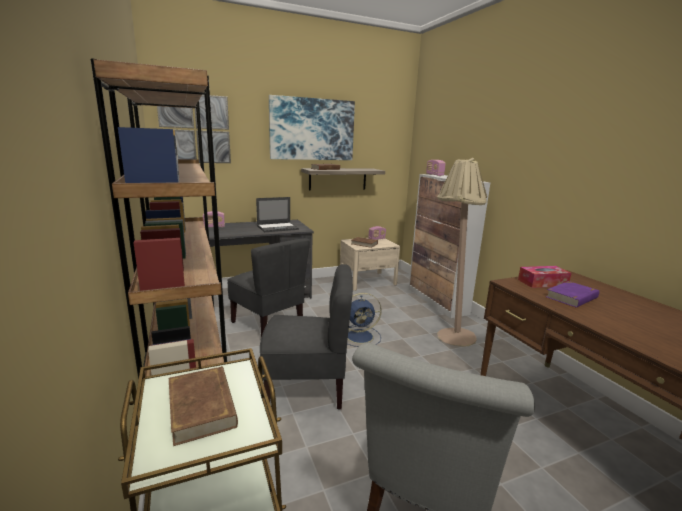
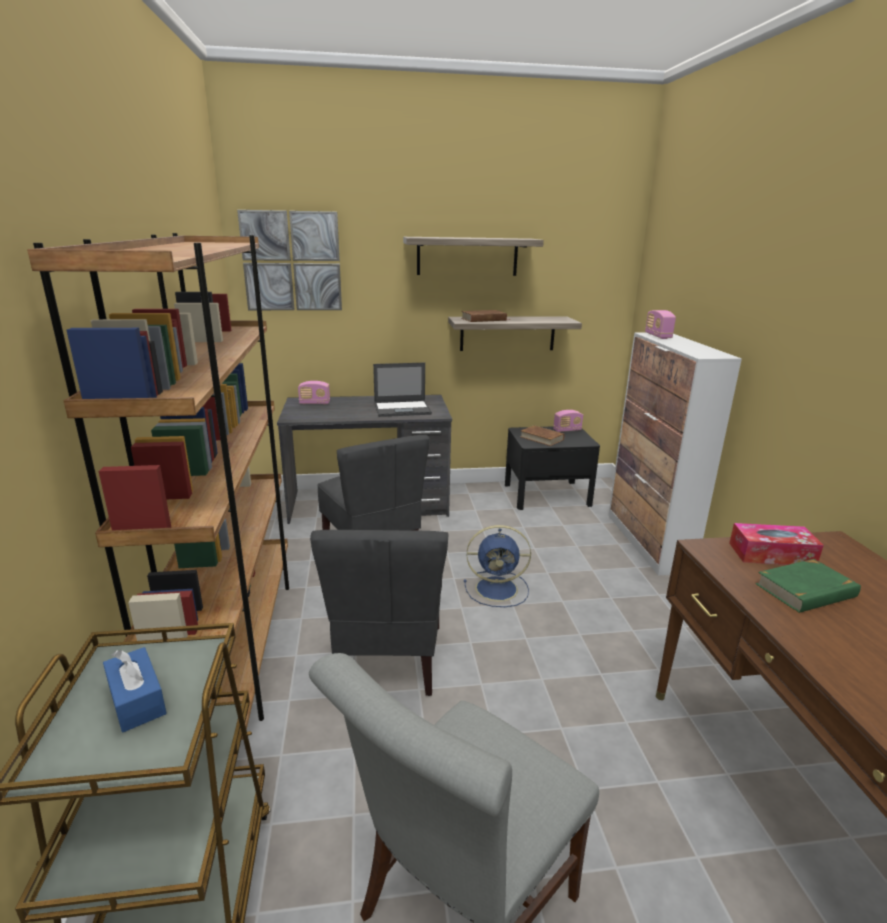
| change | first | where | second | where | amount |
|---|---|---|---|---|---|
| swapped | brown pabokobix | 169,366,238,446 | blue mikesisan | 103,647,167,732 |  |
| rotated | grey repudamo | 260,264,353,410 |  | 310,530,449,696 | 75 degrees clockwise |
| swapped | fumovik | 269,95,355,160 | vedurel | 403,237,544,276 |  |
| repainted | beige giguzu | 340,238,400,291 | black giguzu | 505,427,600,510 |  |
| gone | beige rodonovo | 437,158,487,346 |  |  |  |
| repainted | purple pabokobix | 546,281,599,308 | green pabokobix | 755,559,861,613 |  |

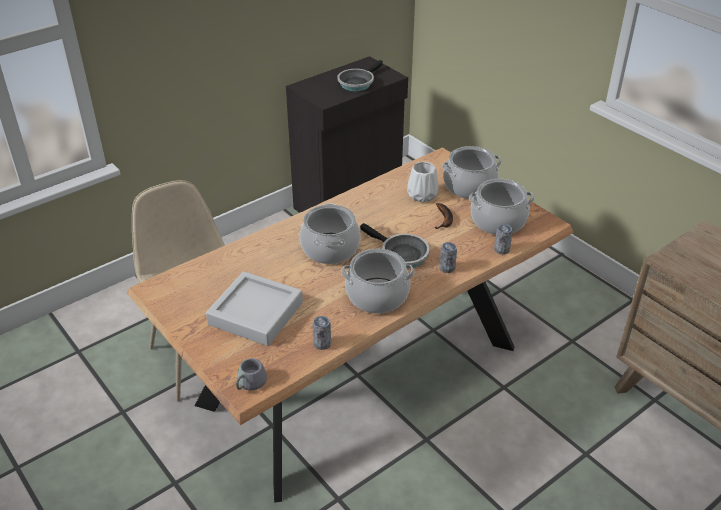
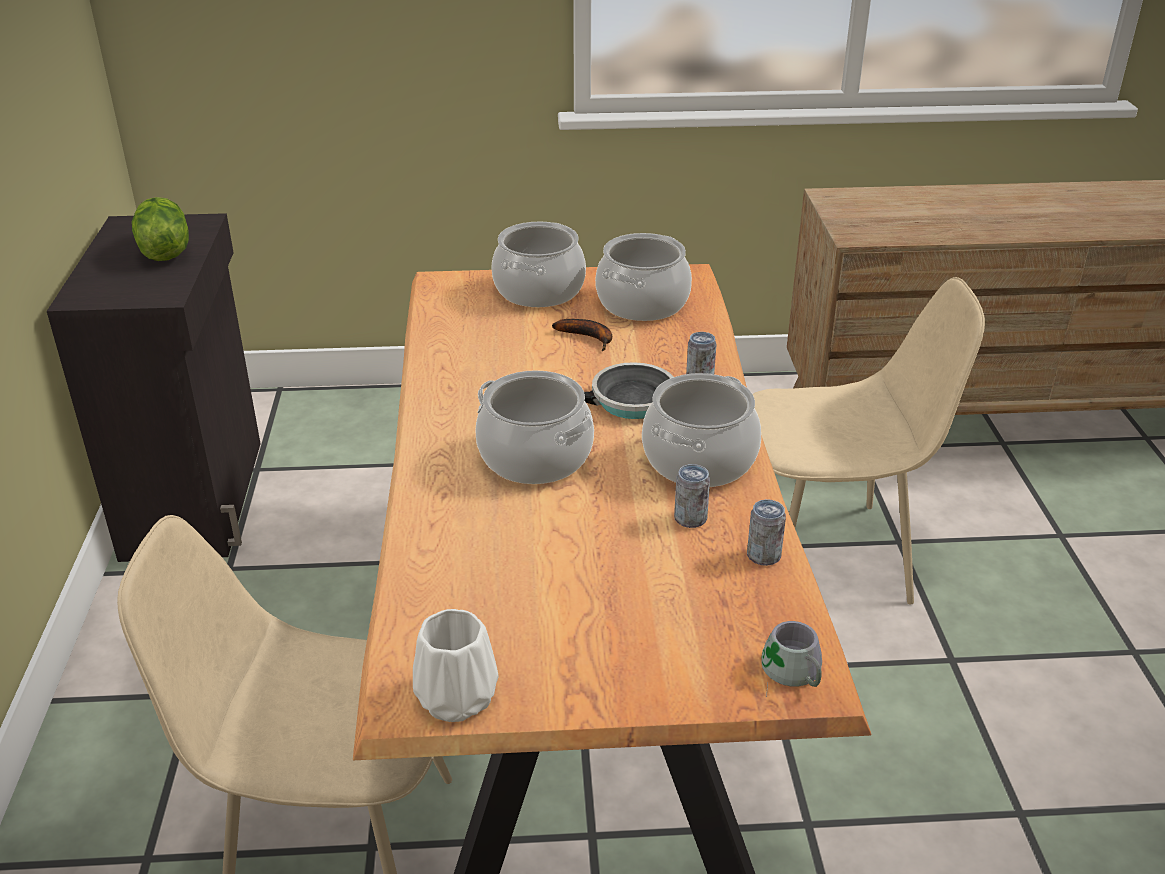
| change | first | where | second | where | amount |
|---|---|---|---|---|---|
| gone | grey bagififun | 206,271,303,346 |  |  |  |
| swapped | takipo | 337,60,383,91 | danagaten | 132,197,189,261 |  |
| shifted | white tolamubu | 407,162,439,202 |  | 413,609,499,722 |  |
| shifted | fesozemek | 494,224,512,254 |  | 674,464,710,528 |  |
| new |  |  | beige repudamo | 753,277,985,605 |  |

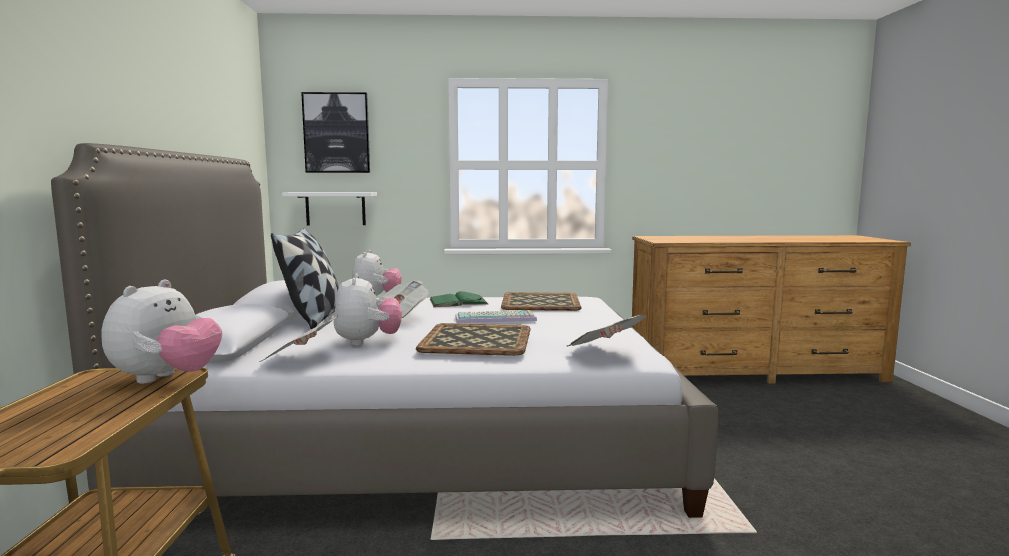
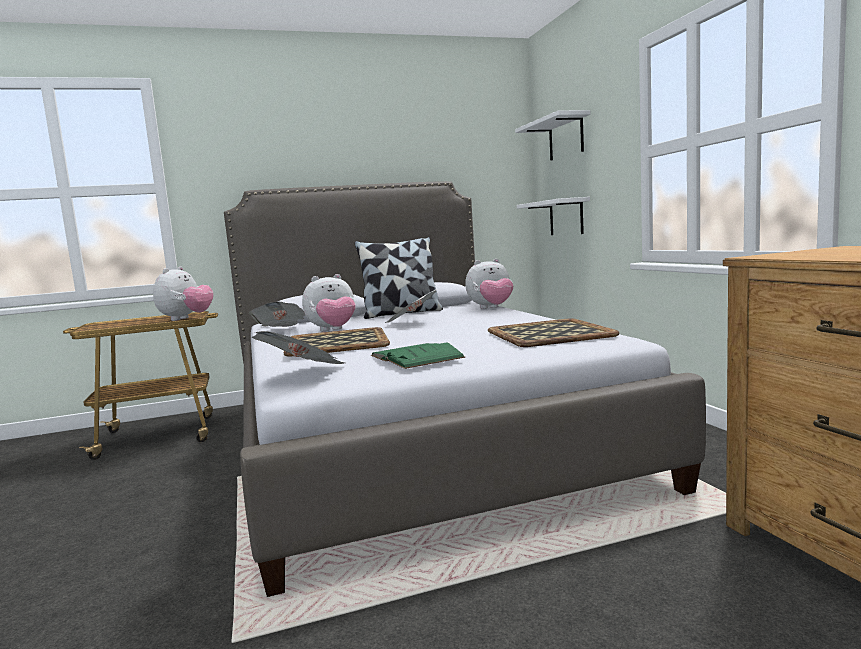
| change | first | where | second | where | amount |
|---|---|---|---|---|---|
| rotated | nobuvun | 102,280,222,384 |  | 153,266,214,321 | 75 degrees counterclockwise |
| swapped | fumovik | 301,92,370,173 | white vedurel | 515,110,591,161 |  |
| shifted | green pabokobix | 430,291,488,307 |  | 371,343,465,369 |  |
| gone | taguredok | 455,310,537,323 |  |  |  |

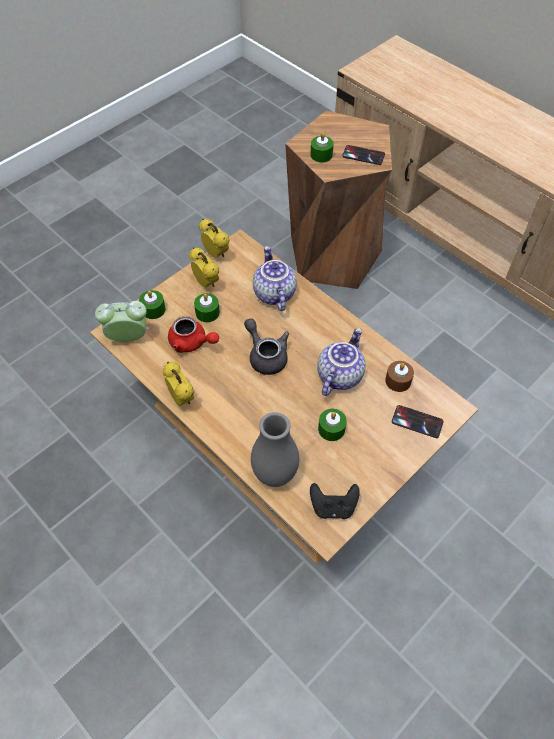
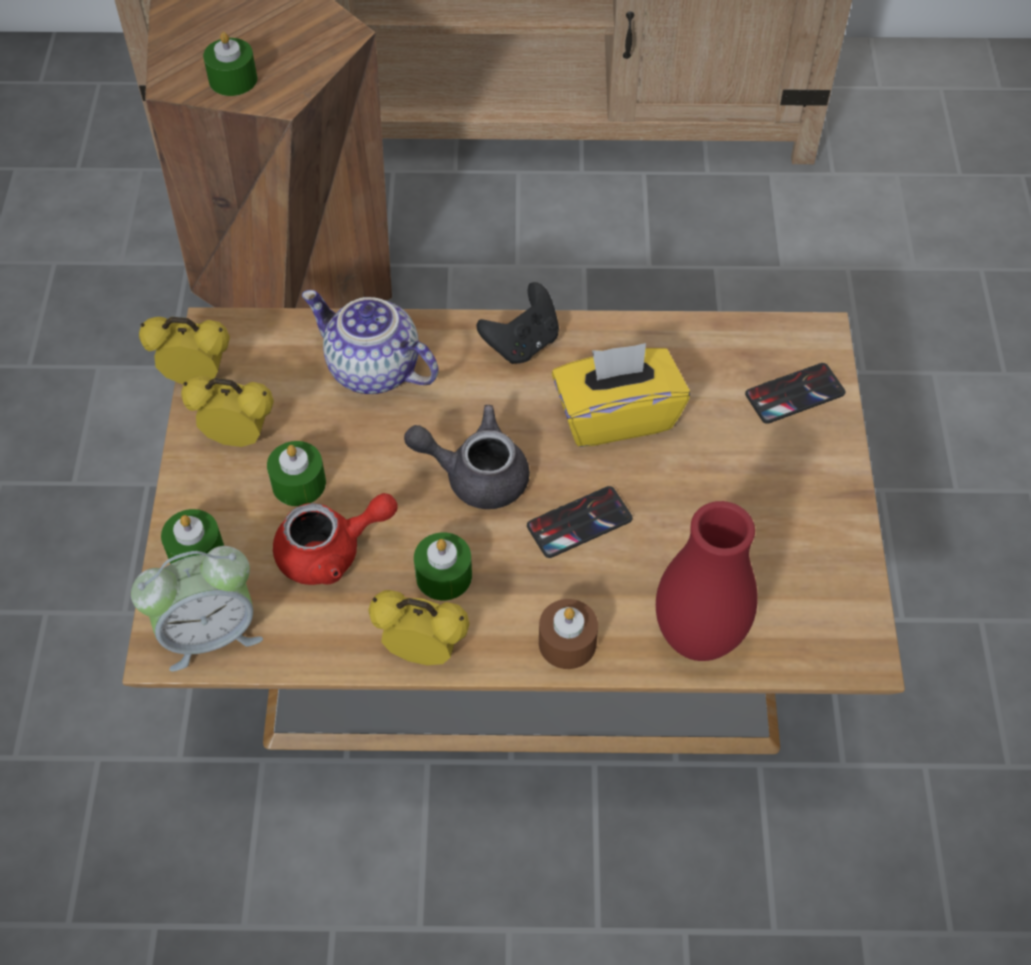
| change | first | where | second | where | amount |
|---|---|---|---|---|---|
| rotated | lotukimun | 95,301,149,342 |  | 131,546,263,671 | 150 degrees counterclockwise |
| repainted | grey tolamubu | 251,412,299,487 | red tolamubu | 656,501,758,661 |  |
| shifted | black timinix | 310,483,360,519 |  | 476,282,559,364 |  |
| swapped | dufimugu | 317,328,366,396 | yellow mikesisan | 552,343,690,447 |  |
| shifted | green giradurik | 318,409,347,441 |  | 414,532,472,601 |  |
| shifted | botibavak | 342,145,385,165 |  | 527,486,633,558 |  |
| shifted | brown giradurik | 385,361,414,392 |  | 539,599,598,669 |  |

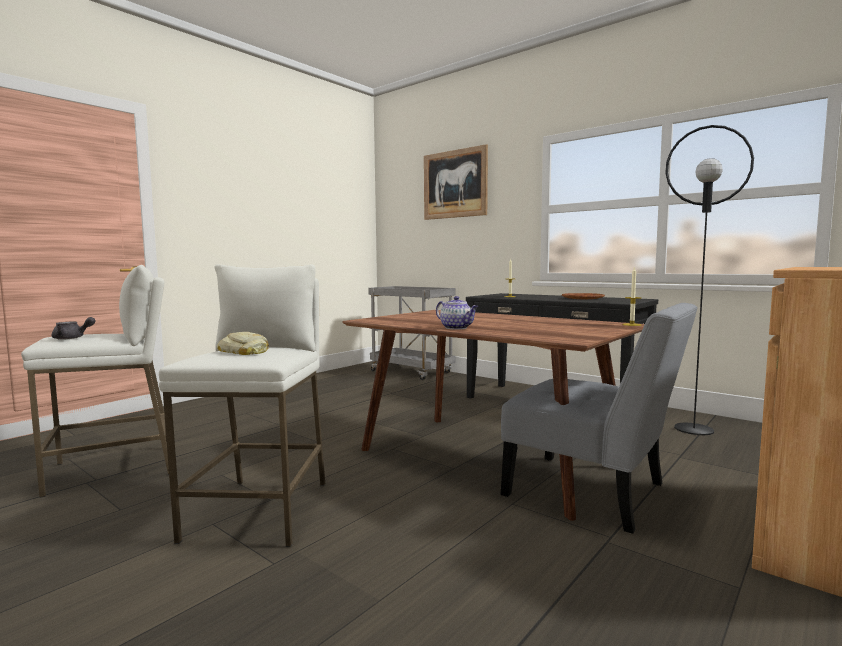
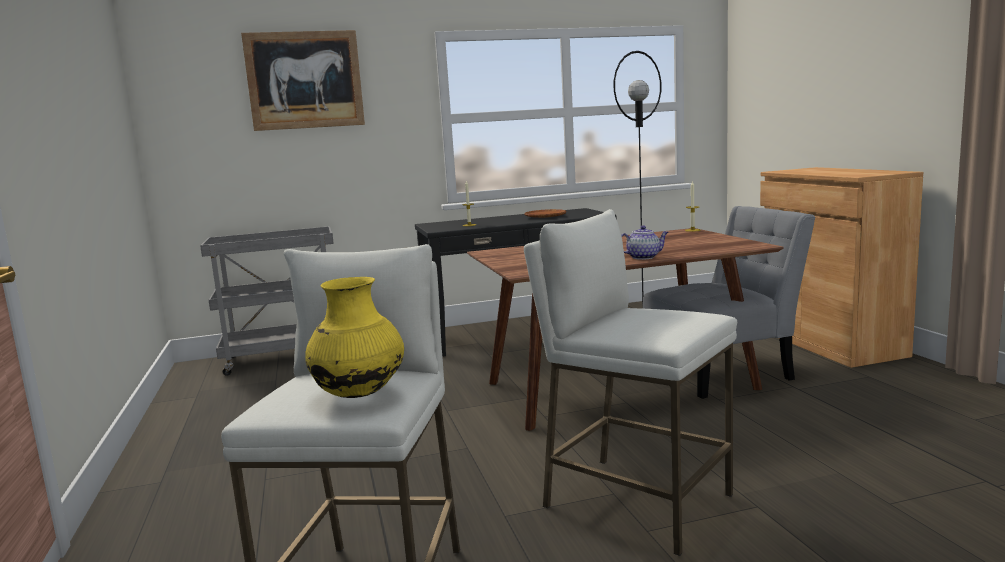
| change | first | where | second | where | amount |
|---|---|---|---|---|---|
| swapped | grey dufimugu | 52,317,96,340 | yellow tolamubu | 305,277,404,398 |  |
| gone | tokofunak | 217,332,269,355 |  |  |  |

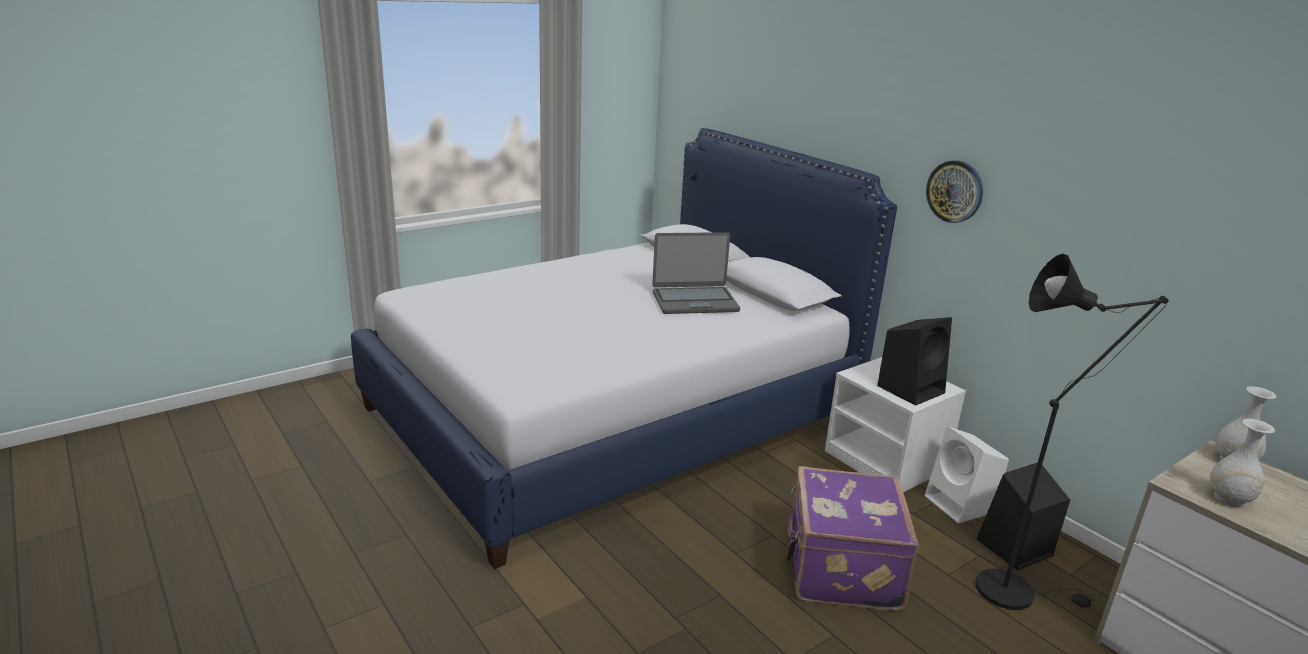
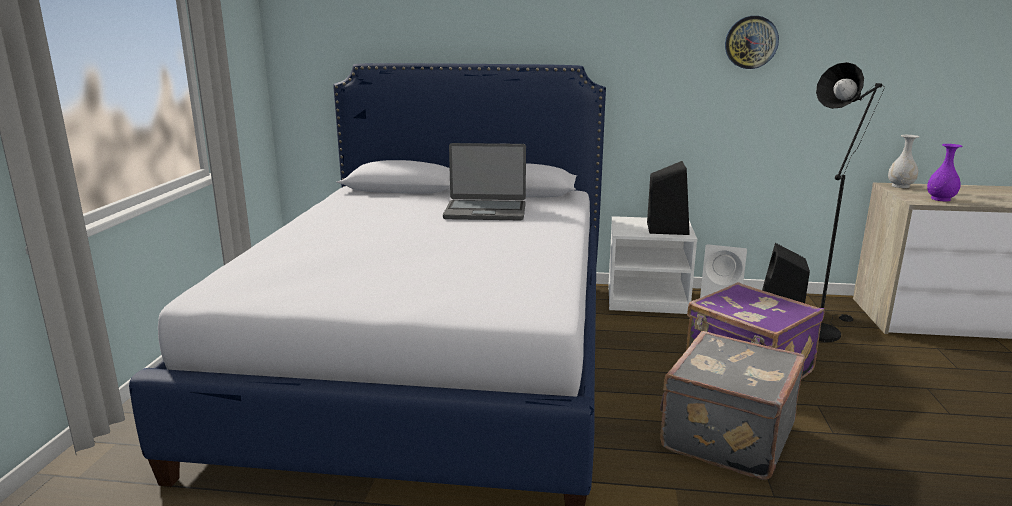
| change | first | where | second | where | amount |
|---|---|---|---|---|---|
| rotated | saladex | 652,232,740,314 |  | 443,143,526,220 | 60 degrees clockwise |
| shifted | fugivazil | 926,160,983,223 |  | 725,16,779,69 |  |
| repainted | white tolamubu | 1210,419,1275,507 | purple tolamubu | 927,144,962,201 |  |
| new |  |  | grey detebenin | 660,331,805,480 |  |

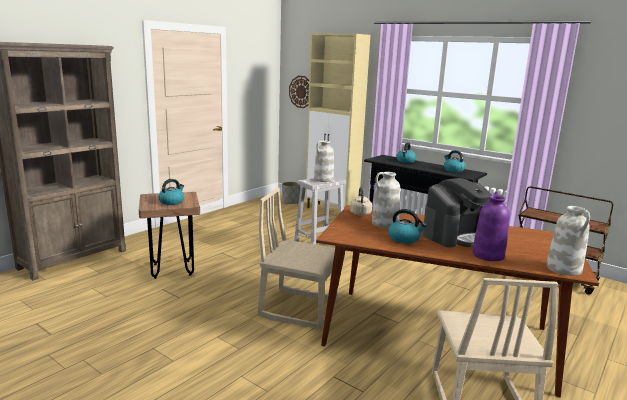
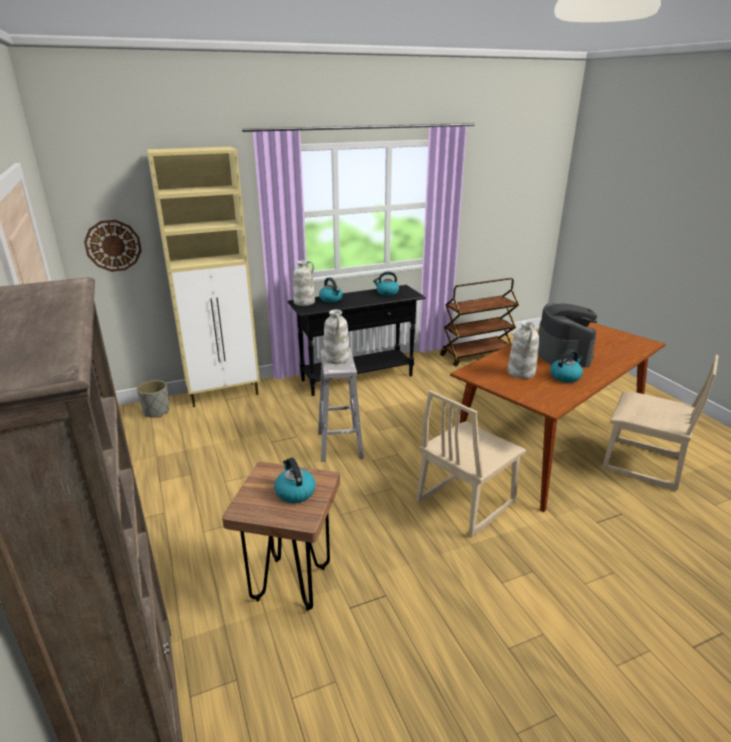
| change | first | where | second | where | amount |
|---|---|---|---|---|---|
| gone | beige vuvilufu | 350,187,372,216 |  |  |  |
| gone | purple tolamubu | 473,192,510,261 |  |  |  |
| shifted | white tolamubu | 547,206,590,276 |  | 293,260,315,306 |  |

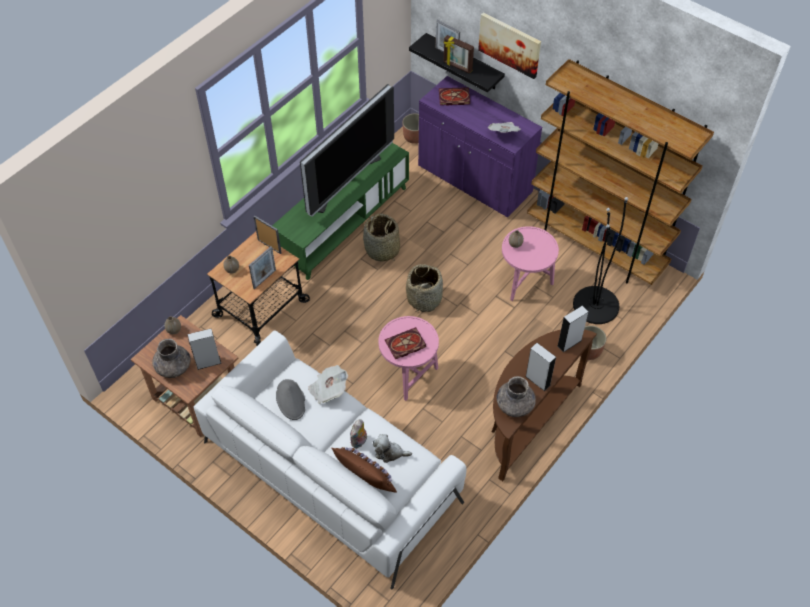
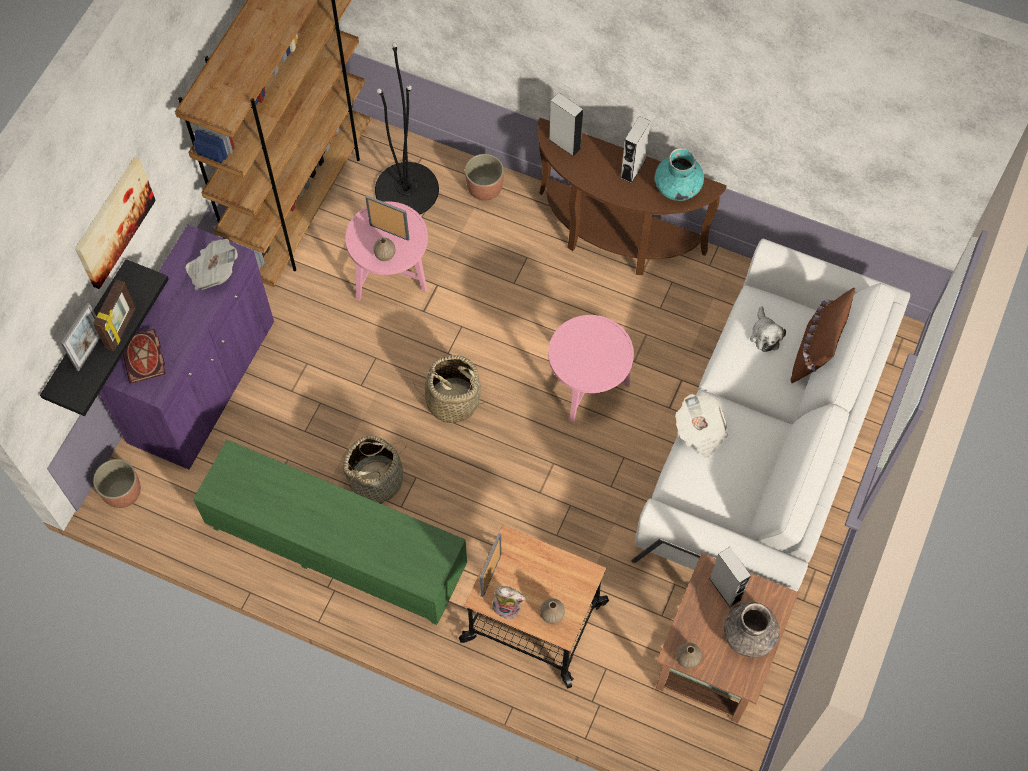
| change | first | where | second | where | amount |
|---|---|---|---|---|---|
| shifted | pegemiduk | 249,246,276,289 |  | 365,195,409,241 |  |
| gone | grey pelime | 276,379,305,420 |  |  |  |
| gone | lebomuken | 300,84,394,217 |  |  |  |
| shifted | nobuvun | 350,419,367,449 |  | 489,586,525,619 |  |
| gone | pabokobix | 385,327,426,359 |  |  |  |
| repainted | grey tolamubu | 496,376,536,417 | turquoise tolamubu | 655,148,704,201 |  |

